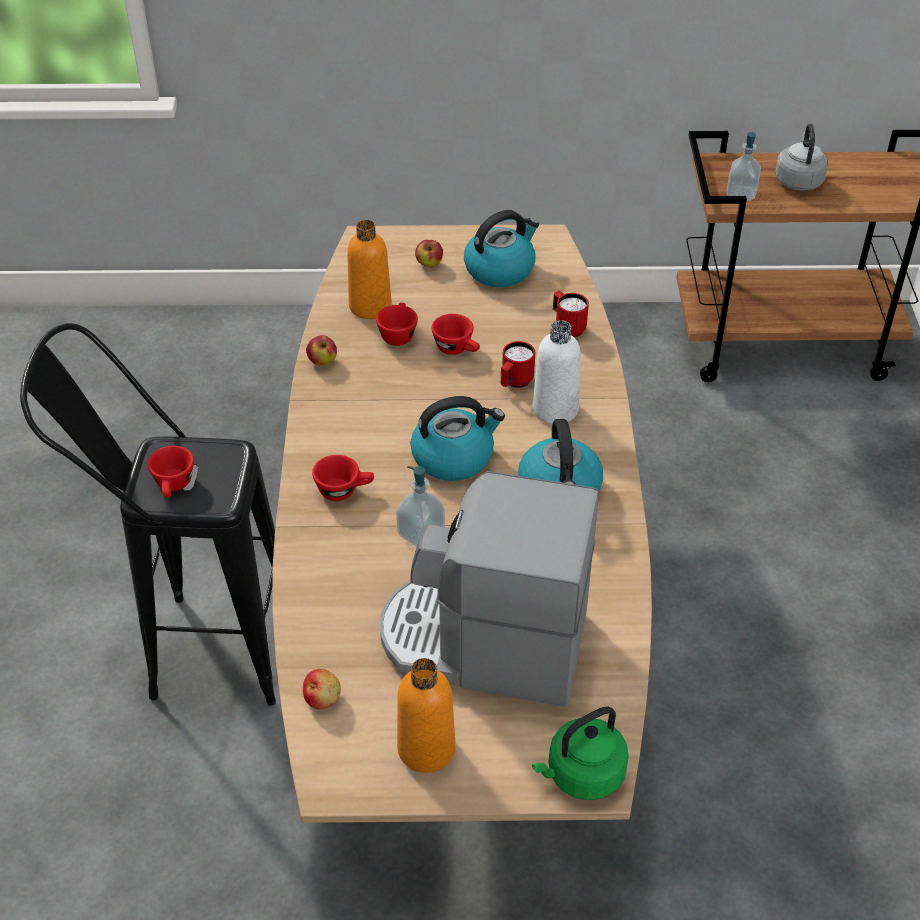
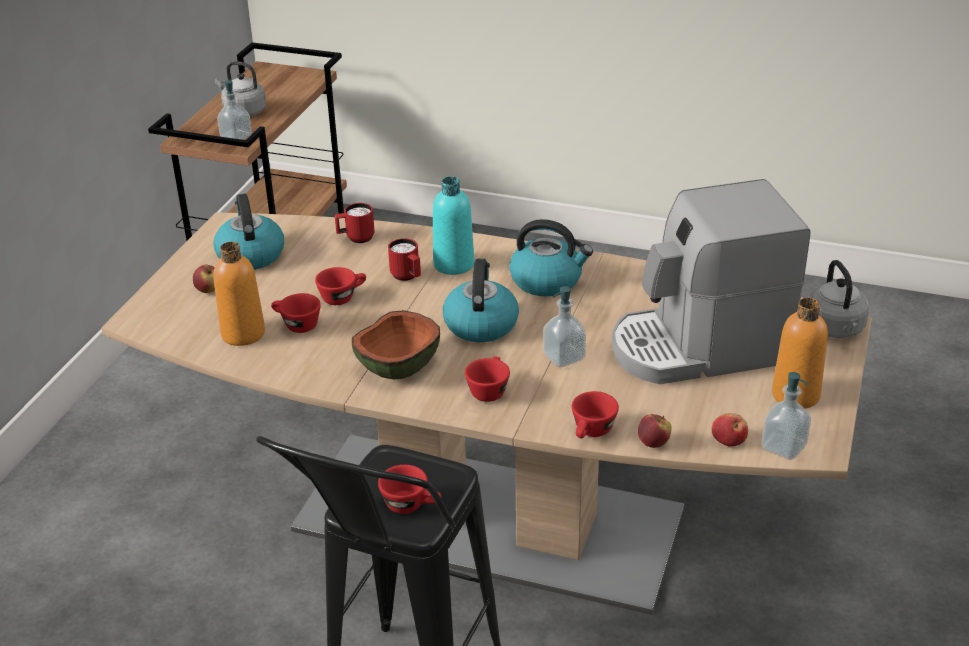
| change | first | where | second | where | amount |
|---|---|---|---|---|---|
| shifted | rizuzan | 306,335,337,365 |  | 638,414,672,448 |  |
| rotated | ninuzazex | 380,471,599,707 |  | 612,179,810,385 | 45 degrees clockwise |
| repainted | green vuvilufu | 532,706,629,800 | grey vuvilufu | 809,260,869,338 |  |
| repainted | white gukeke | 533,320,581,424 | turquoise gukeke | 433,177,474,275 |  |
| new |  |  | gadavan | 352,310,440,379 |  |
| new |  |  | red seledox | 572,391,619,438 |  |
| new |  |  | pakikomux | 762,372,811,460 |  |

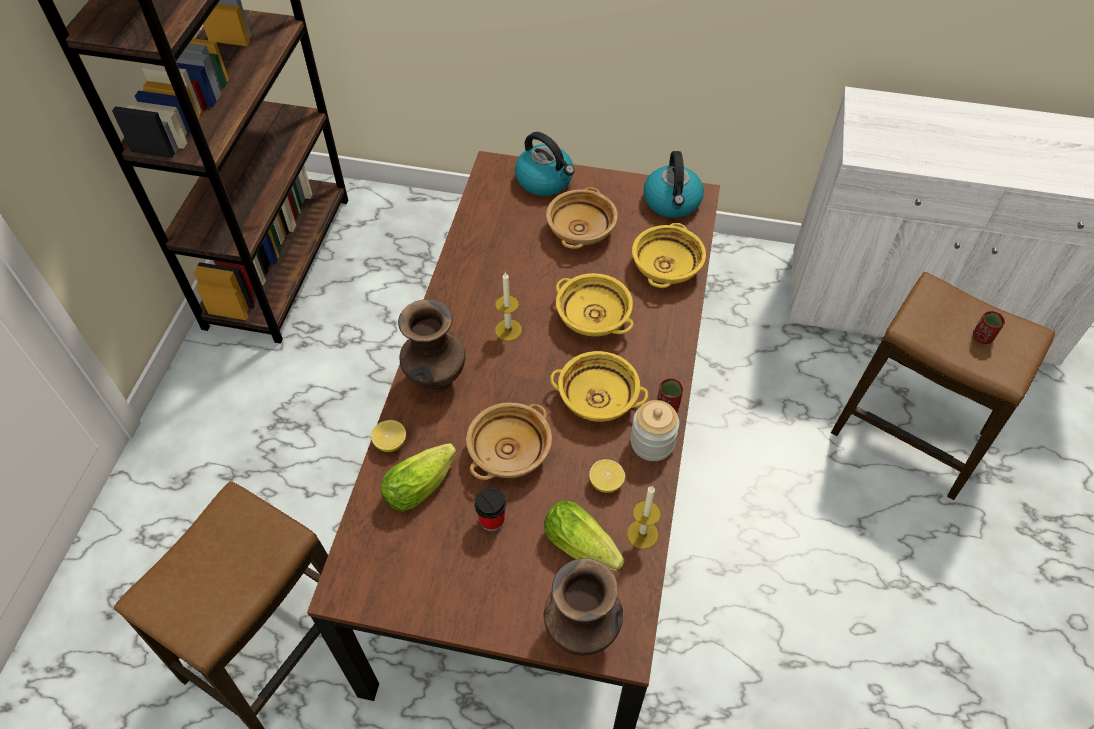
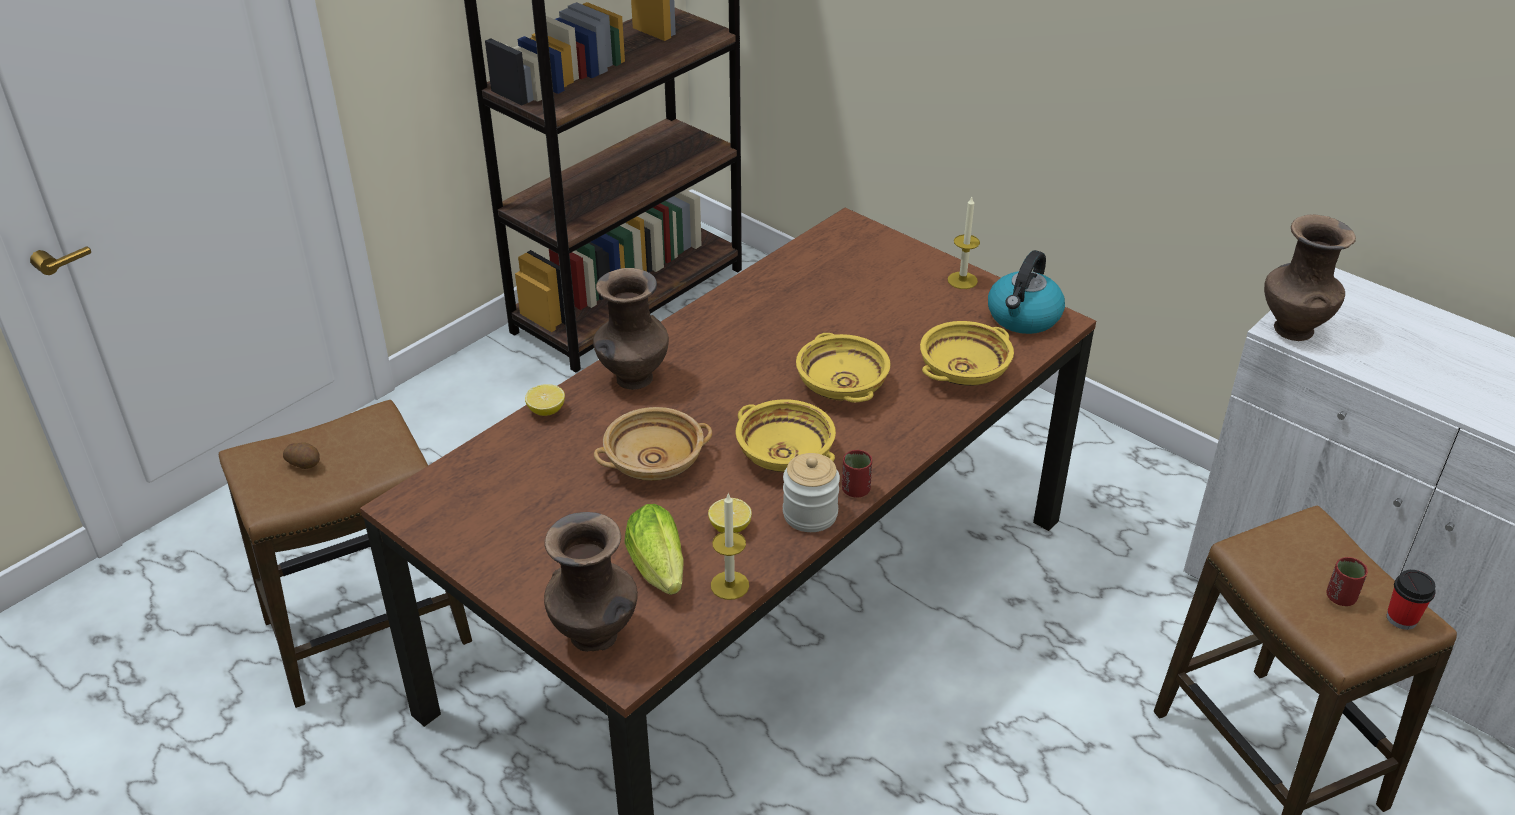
| change | first | where | second | where | amount |
|---|---|---|---|---|---|
| gone | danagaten | 380,443,457,512 |  |  |  |
| shifted | seledox | 474,488,506,531 |  | 1387,570,1436,630 |  |
| shifted | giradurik | 495,272,522,341 |  | 948,197,980,289 |  |
| gone | vuvilufu | 515,132,575,196 |  |  |  |
| gone | beige gadavan | 546,187,618,249 |  |  |  |
| new |  |  | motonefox | 283,442,320,469 |  |
| new |  |  | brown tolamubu | 1264,214,1356,341 |  |

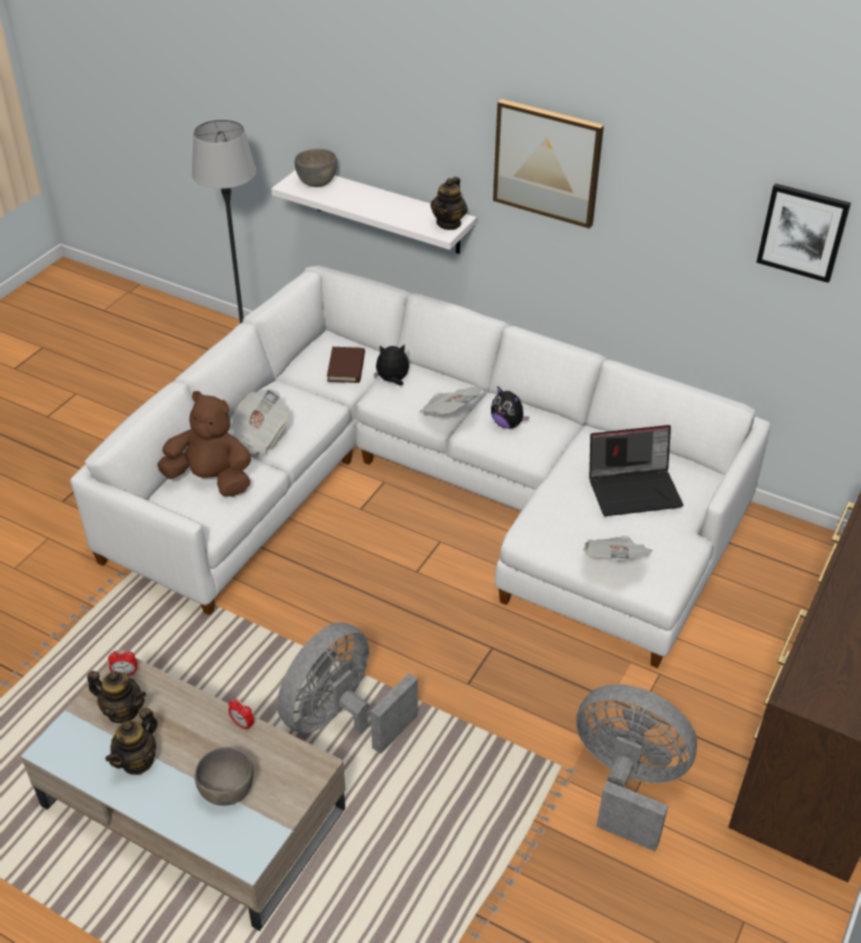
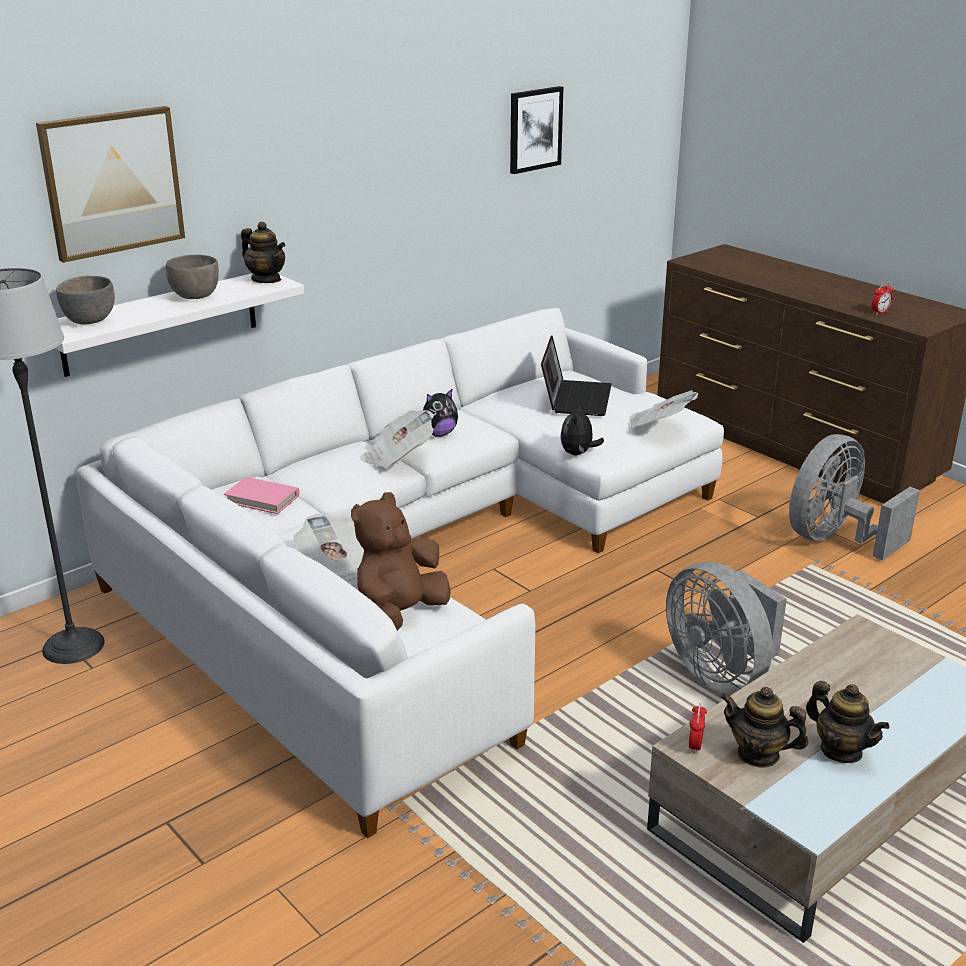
| change | first | where | second | where | amount |
|---|---|---|---|---|---|
| rotated | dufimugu | 87,671,146,723 |  | 720,687,808,768 | 105 degrees counterclockwise |
| shifted | grey gadavan | 195,747,254,806 |  | 166,255,219,299 |  |
| shifted | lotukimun | 228,699,254,731 |  | 872,282,893,315 |  |
| repainted | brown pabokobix | 327,347,365,383 | pink pabokobix | 224,477,299,514 |  |
| shifted | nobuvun | 374,344,409,386 |  | 560,403,604,455 |  |
| shifted | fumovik | 493,99,604,229 |  | 36,106,185,263 |  |

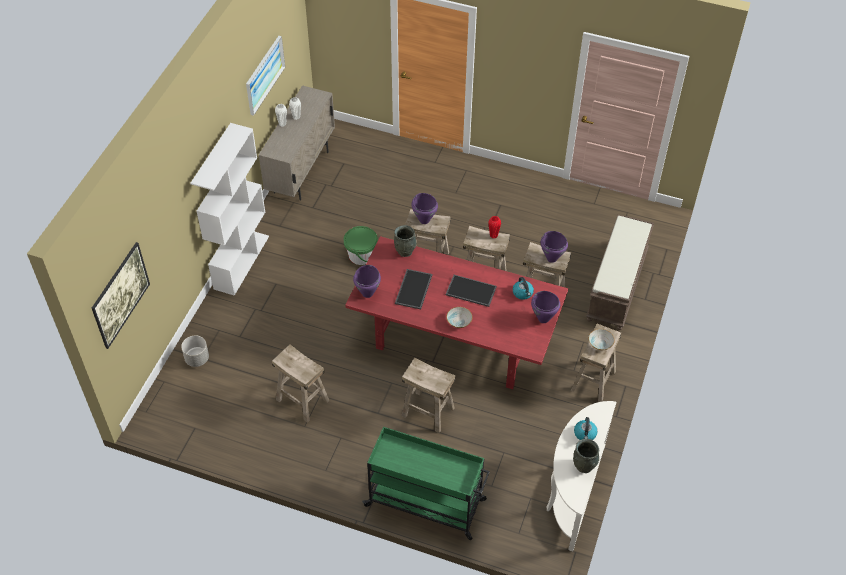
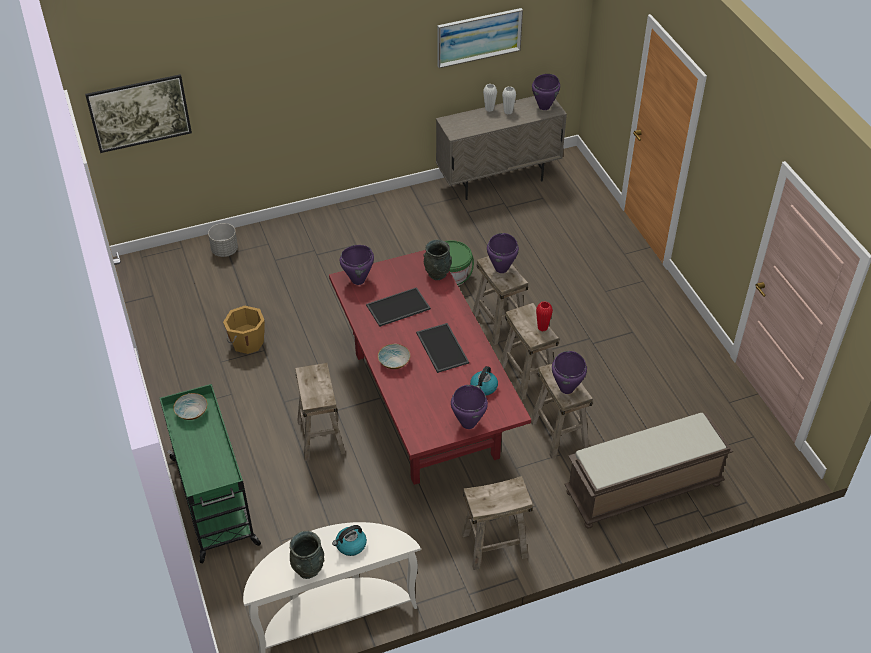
| change | first | where | second | where | amount |
|---|---|---|---|---|---|
| gone | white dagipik | 190,123,269,296 |  |  |  |
| swapped | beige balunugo | 272,344,329,422 | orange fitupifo | 223,306,265,354 |  |
| shifted | gadavan | 589,329,615,350 |  | 173,393,207,420 |  |
| new |  |  | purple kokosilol | 532,74,560,110 |  |

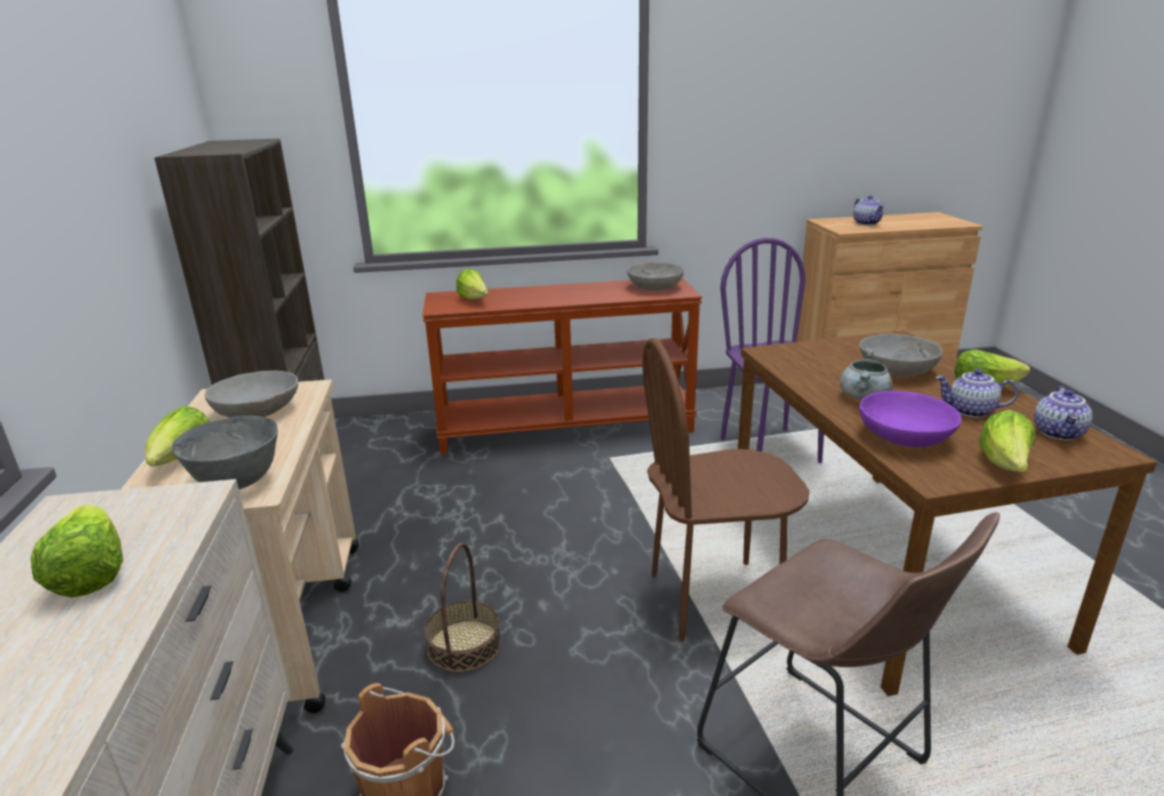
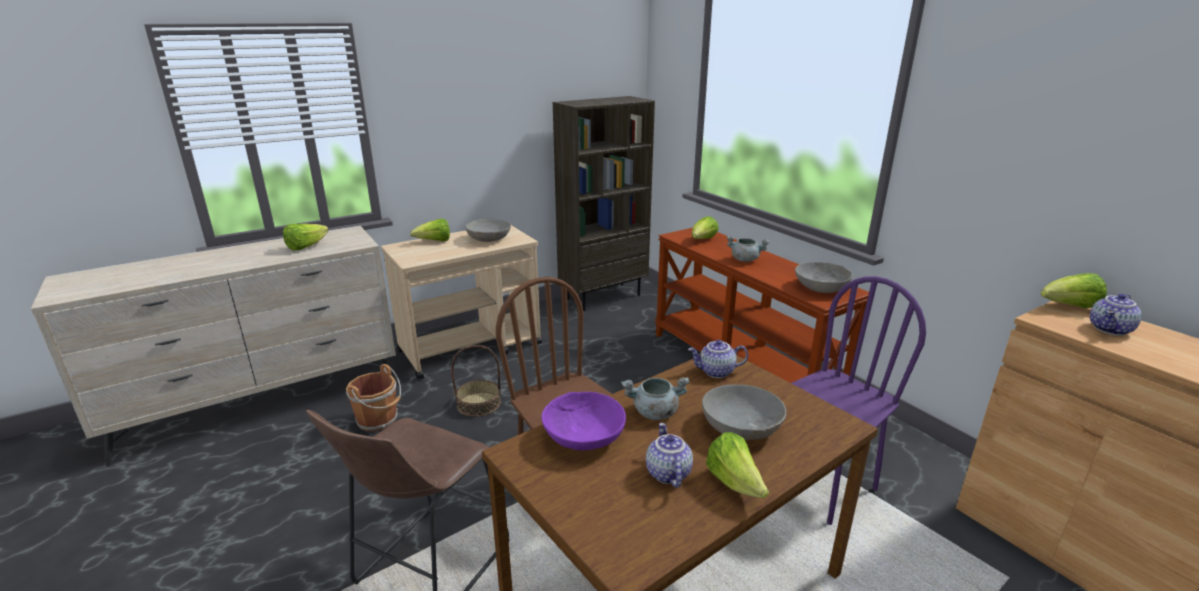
| change | first | where | second | where | amount |
|---|---|---|---|---|---|
| gone | grey gadavan | 171,416,278,490 |  |  |  |
| shifted | danagaten | 978,410,1035,472 |  | 1041,273,1107,308 |  |
| shifted | dufimugu | 1034,386,1092,441 |  | 688,340,748,378 |  |
| new |  |  | grey kokosilol | 727,236,770,262 |  |

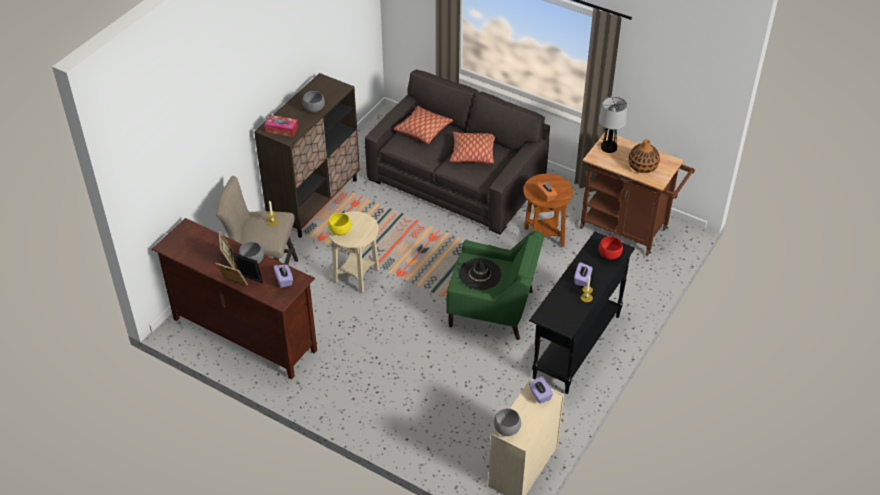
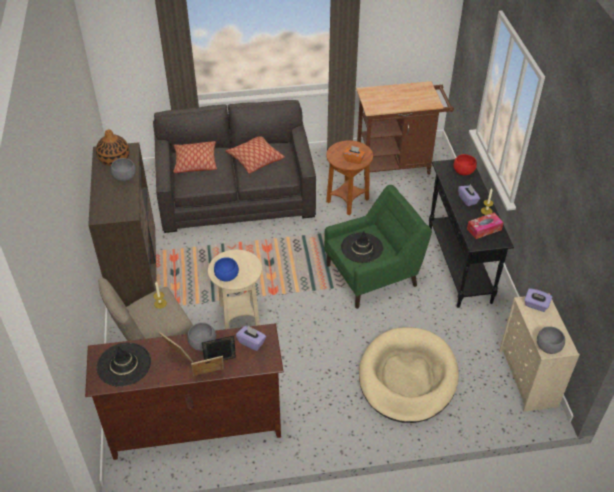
| change | first | where | second | where | amount |
|---|---|---|---|---|---|
| shifted | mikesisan | 265,115,298,137 |  | 467,213,504,239 |  |
| repainted | yellow gadavan | 328,213,352,236 | blue gadavan | 214,257,239,282 |  |
| gone | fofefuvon | 599,96,627,153 |  |  |  |
| shifted | tolamubu | 628,139,660,173 |  | 96,130,130,166 |  |
| new |  |  | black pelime | 97,343,151,387 |  |
| new |  |  | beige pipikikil | 359,327,459,423 |  |

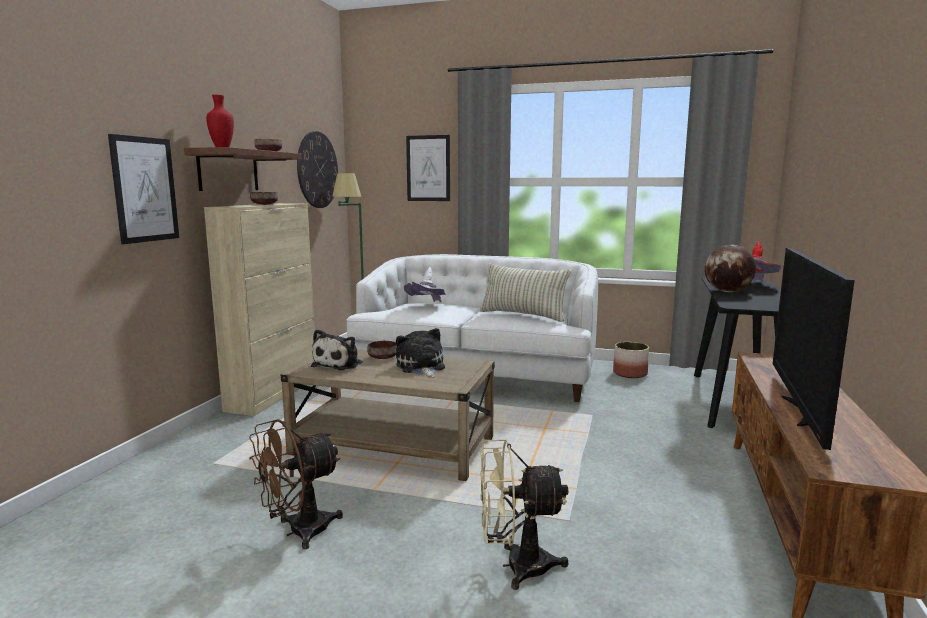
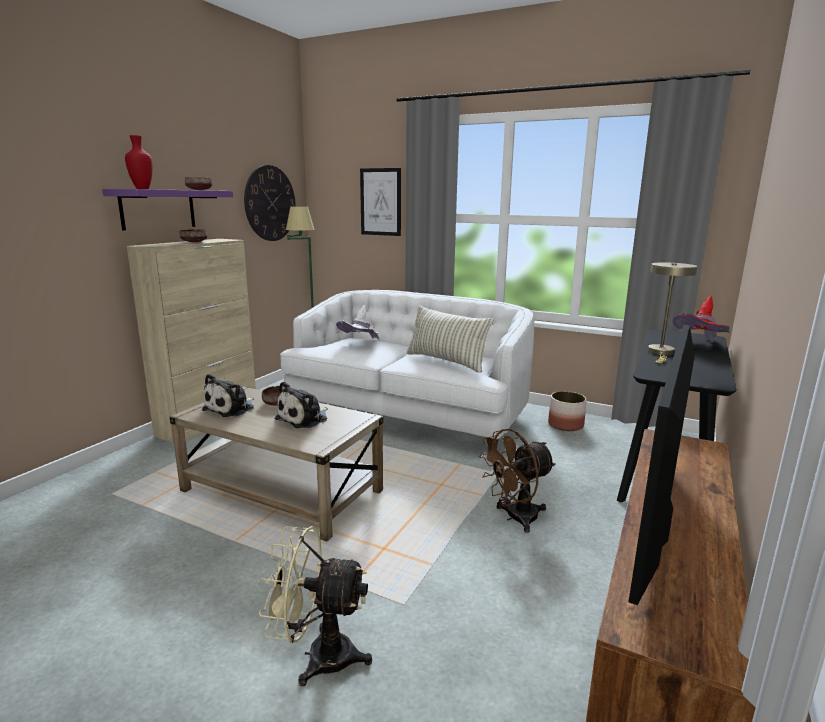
| change | first | where | second | where | amount |
|---|---|---|---|---|---|
| gone | fumovik | 108,134,179,244 |  |  |  |
| repainted | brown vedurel | 184,147,302,191 | purple vedurel | 102,189,233,230 |  |
| shifted | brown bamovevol | 249,419,343,549 |  | 479,429,556,533 |  |
| rotated | nobuvun | 396,328,445,378 |  | 275,382,328,428 | 135 degrees counterclockwise |
| swapped | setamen | 705,245,756,292 | beige fofefuvon | 648,263,697,363 |  |

